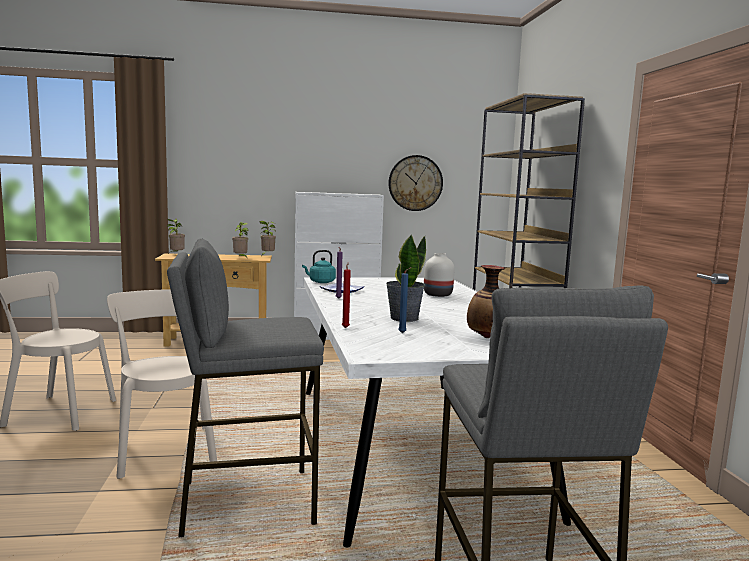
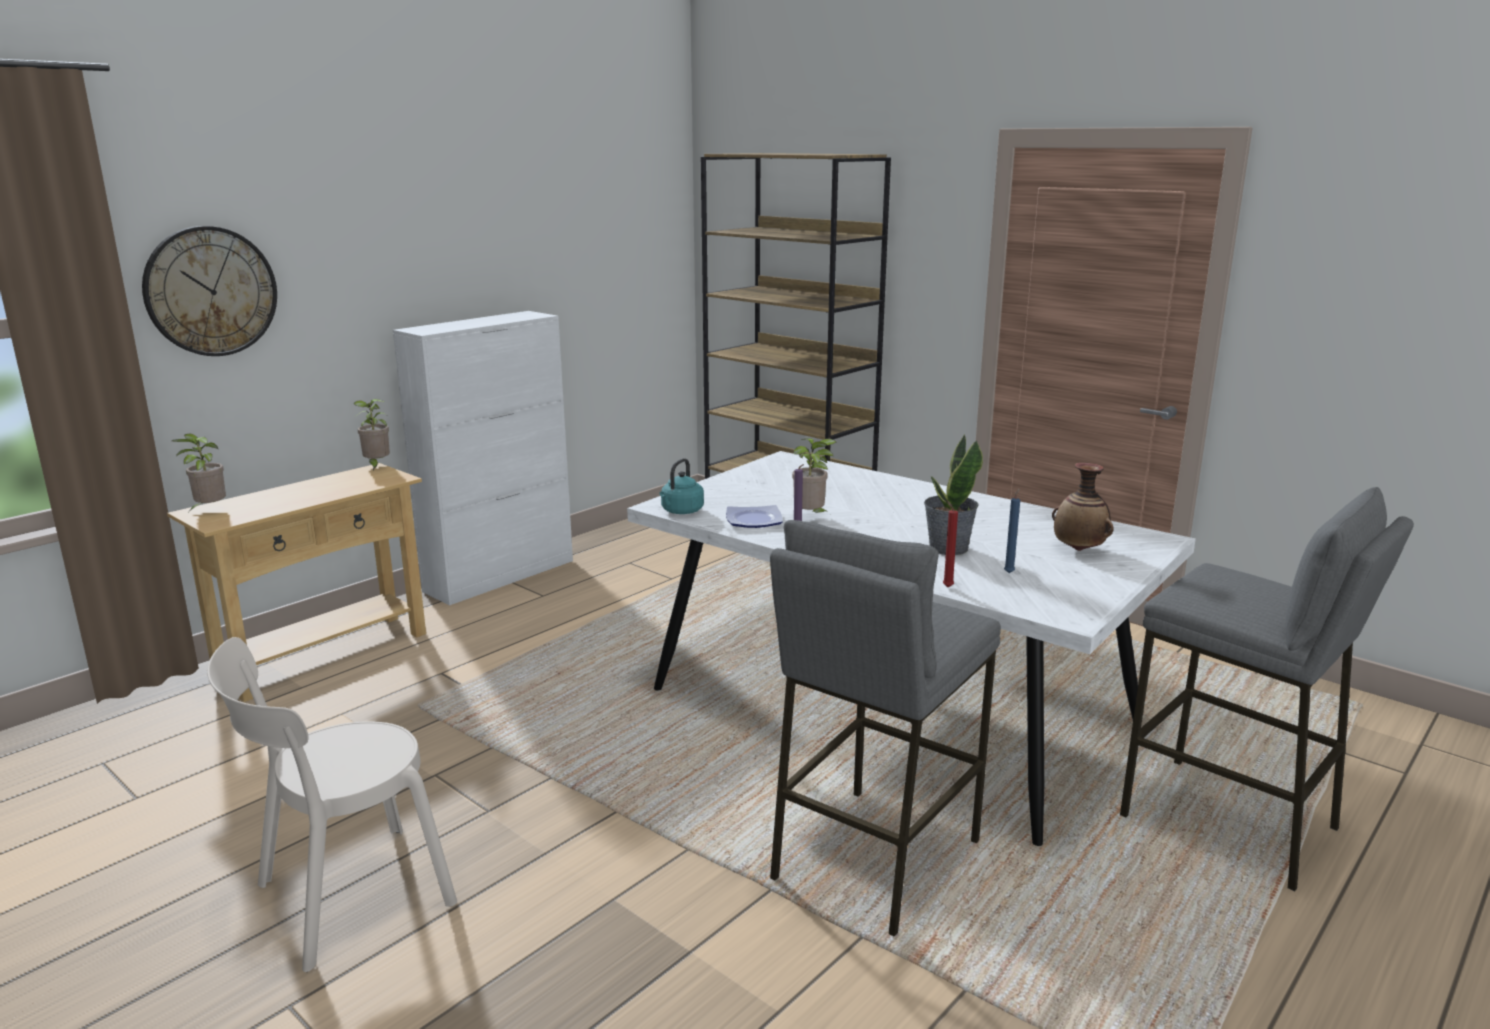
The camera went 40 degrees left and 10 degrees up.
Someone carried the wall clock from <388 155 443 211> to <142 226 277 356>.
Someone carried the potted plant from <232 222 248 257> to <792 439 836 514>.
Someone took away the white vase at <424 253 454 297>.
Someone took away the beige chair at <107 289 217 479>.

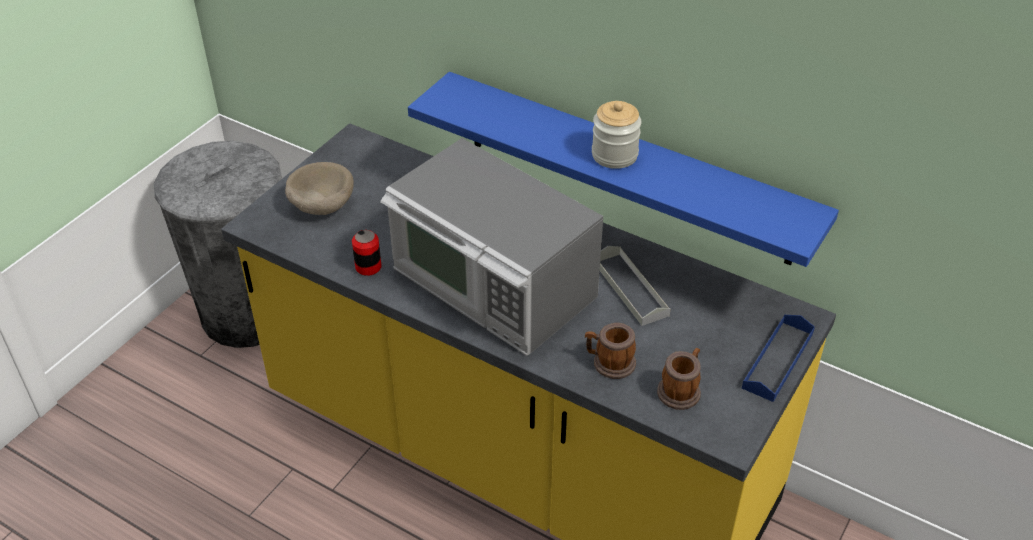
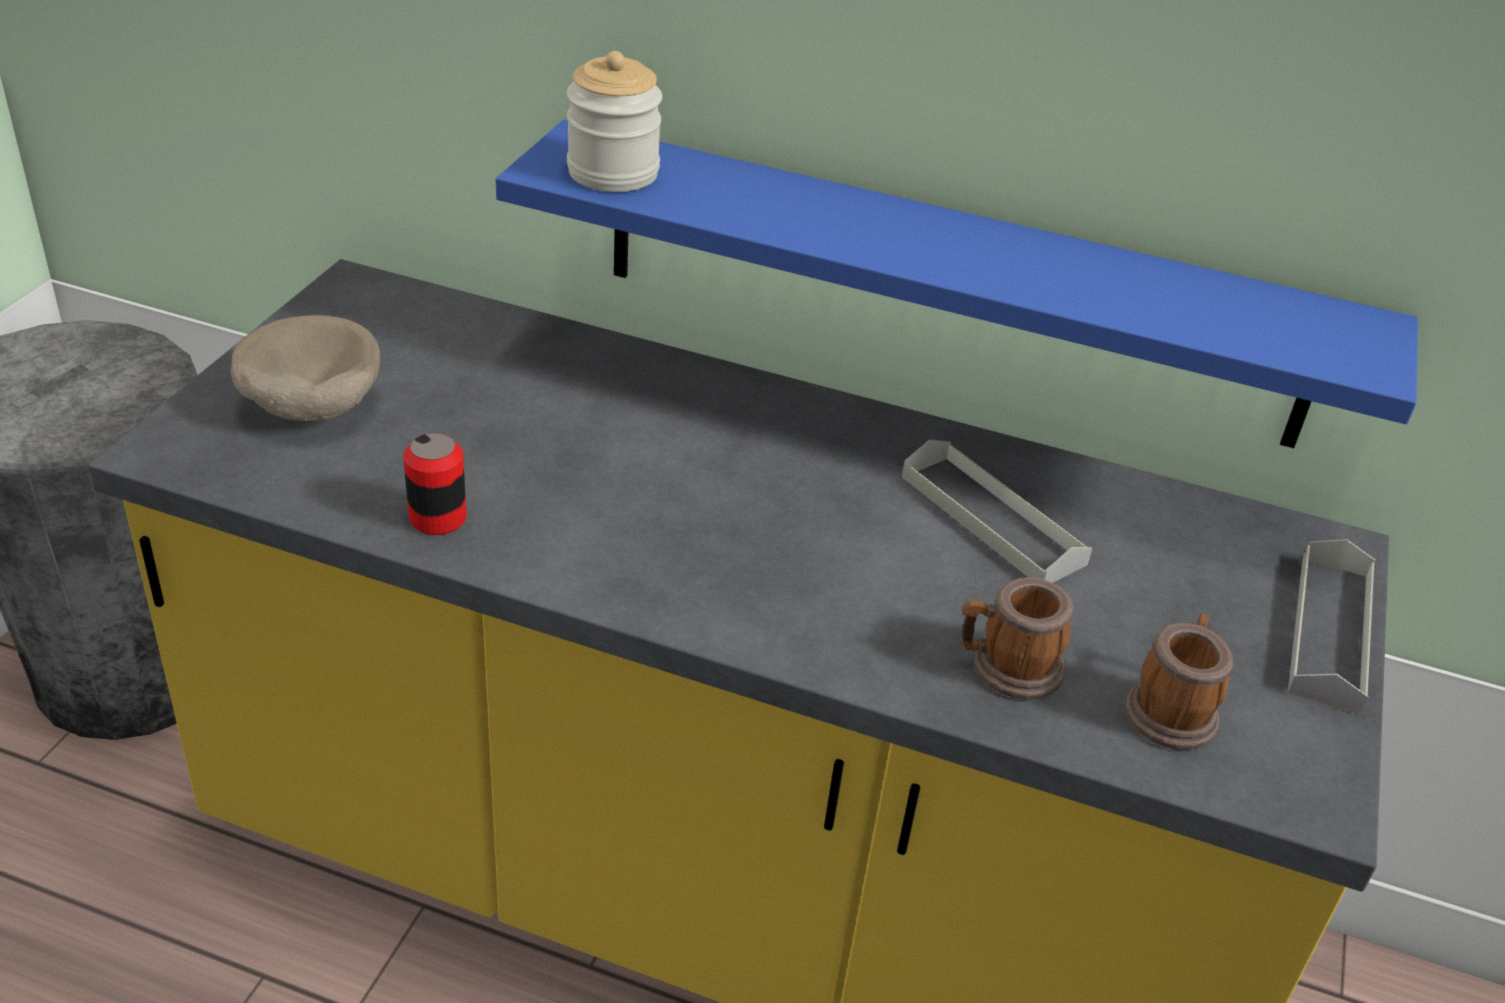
The camera went 15 degrees left and 5 degrees down.
Someone carried the jar from <592 101 641 169> to <567 51 662 192>.
Someone took away the microwave at <381 138 603 355>.
Someone repainted the blue tray at <742 315 815 402>, which became the grey tray at <1288 539 1375 714>.

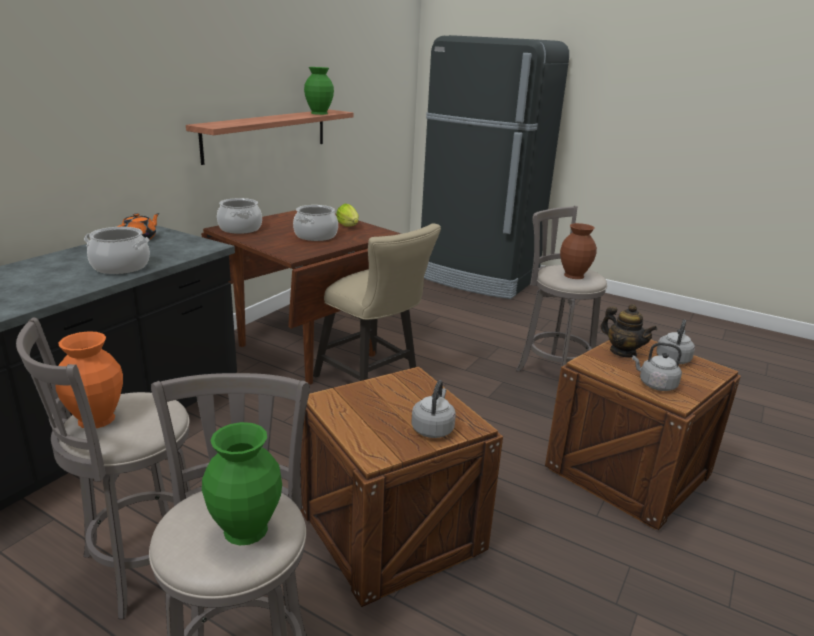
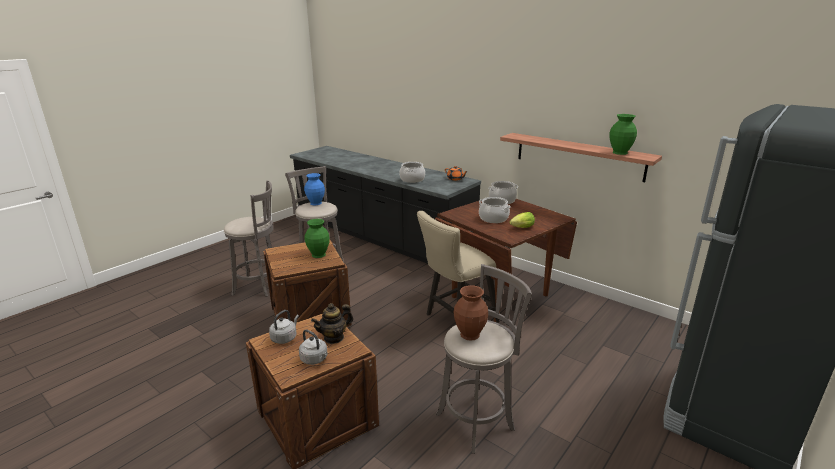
The camera went 100 degrees right and 0 degrees up.
Someone repainted the orange vase at <56 331 123 428>, which became the blue vase at <304 173 325 205>.
Someone took away the grey kettle at <411 380 456 438>.
Someone carried the green vase from <202 422 282 545> to <304 219 330 258>.

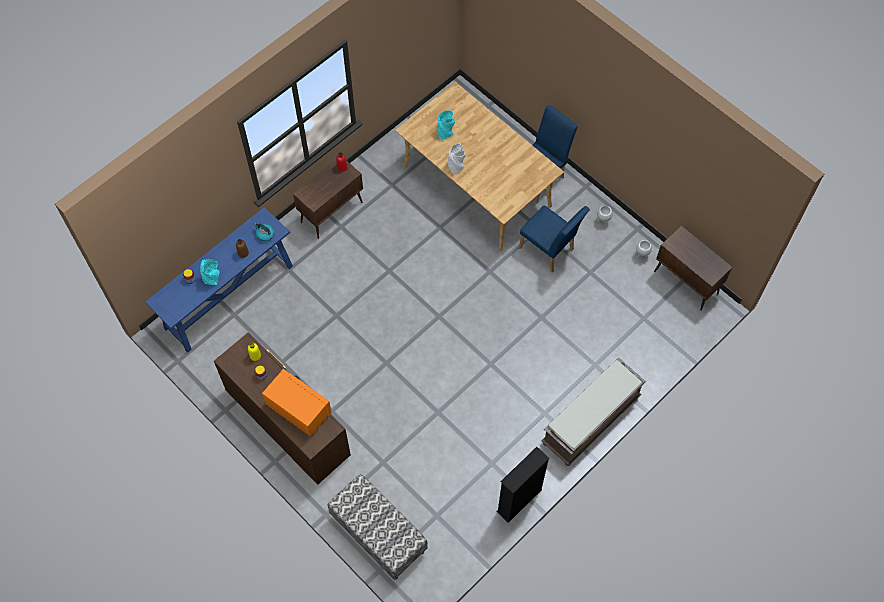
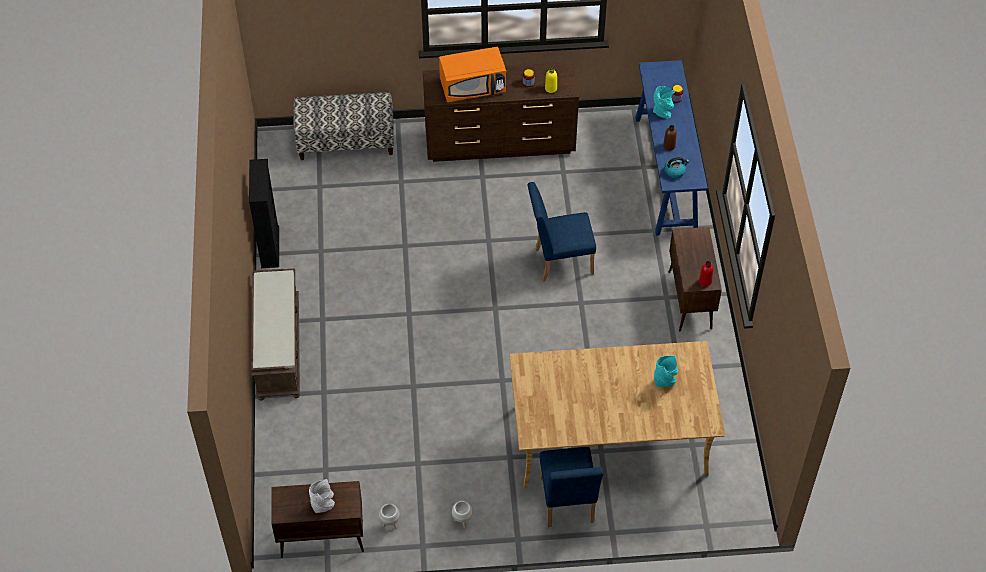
The camera went 130 degrees right and 10 degrees down.
Someone carried the grey vase from <448 144 466 173> to <309 479 335 513>.
Someone carried the blue chair from <519 205 590 272> to <527 182 596 281>.

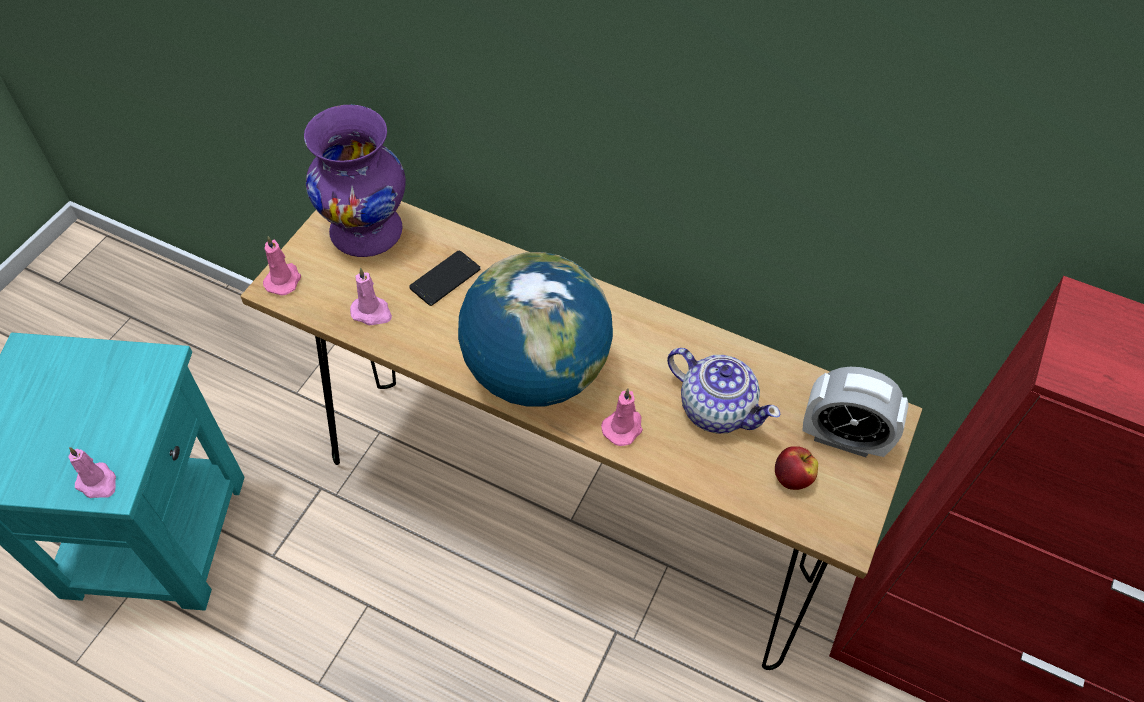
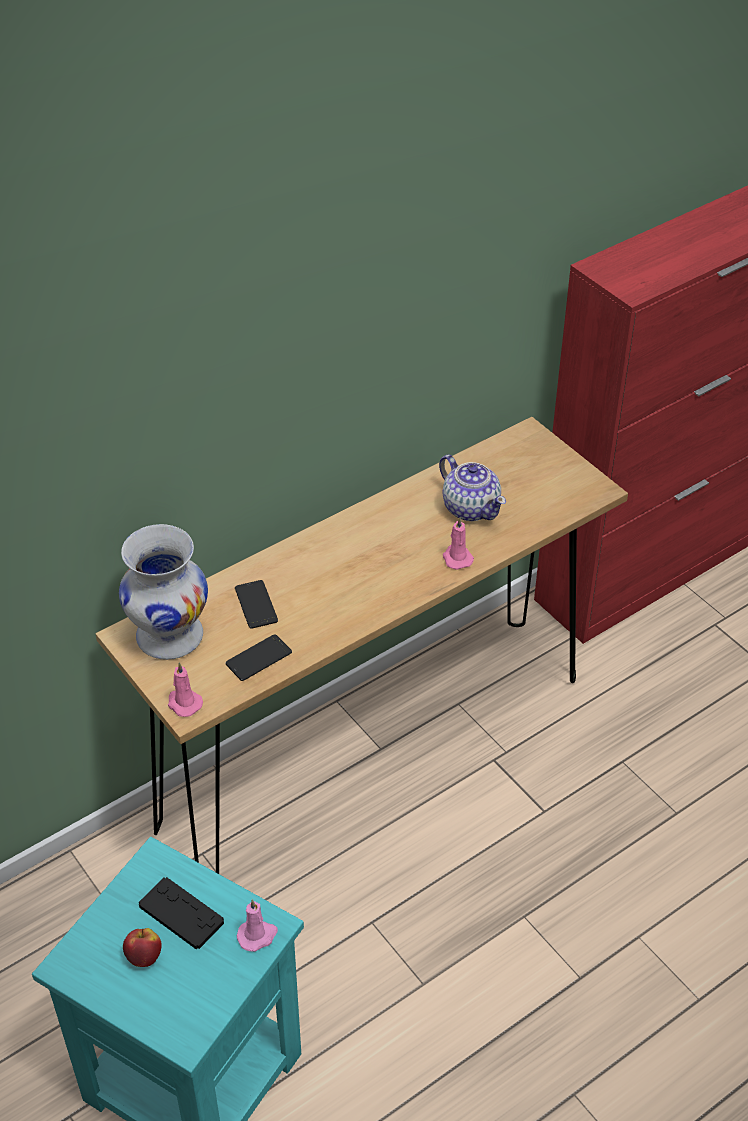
The camera went 60 degrees left and 10 degrees down.
Someone repainted the purple vase at <304 105 406 257>, which became the white vase at <119 524 208 660>.
Someone took away the globe at <458 252 613 407>.
Someone swapped the pink candle at <350 267 392 325> for the phone at <226 634 292 681>.
Someone rotated the teapot at <667 348 780 434> by 75 degrees clockwise.
Someone took away the alarm clock at <802 367 909 457>.
Someone carried the apple from <775 446 818 490> to <123 928 161 967>.
Someone put down the black game controller at <139 877 224 949>.

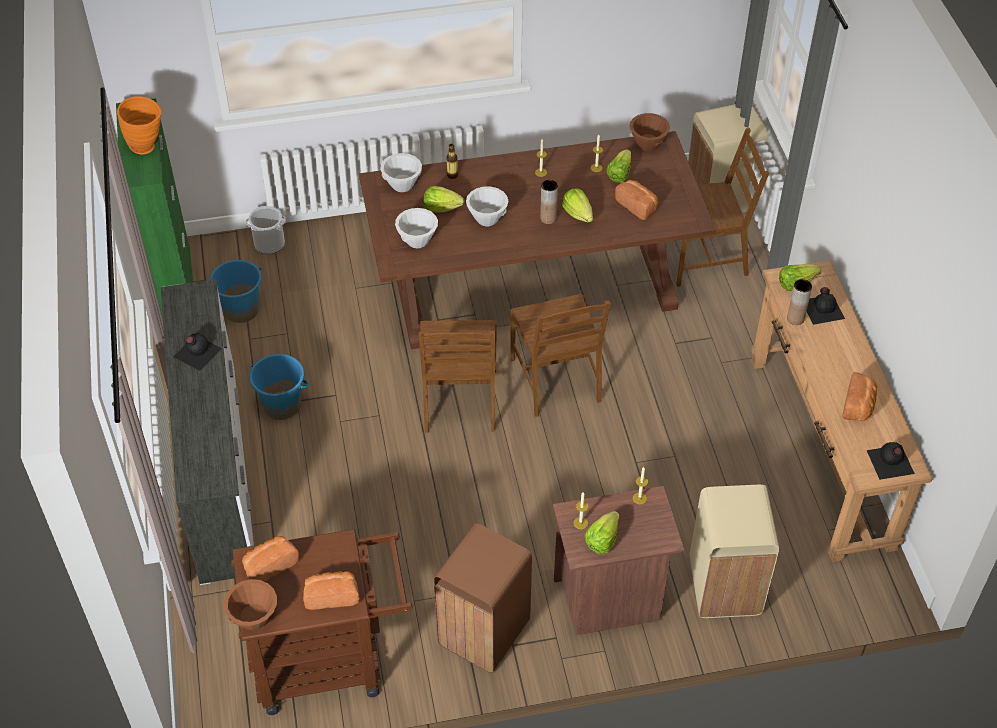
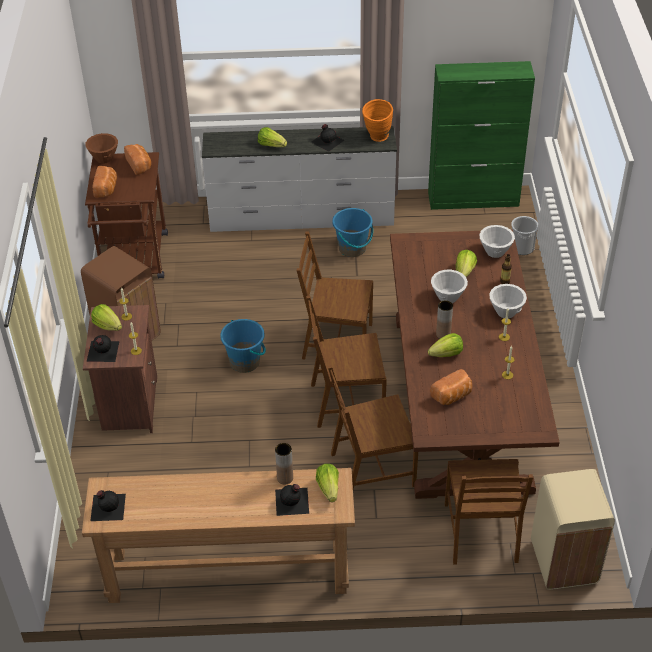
The camera went 100 degrees right and 5 degrees down.
Someone carried the orange vase from <117 96 162 155> to <362 99 393 142>.
Someone took away the brown bowl at <629 113 670 151>.
Someone carried the lettuce from <607 149 631 183> to <258 127 287 147>.
Someone carried the white bowl from <395 208 438 248> to <489 284 527 318>.
Someone carried the blue bucket from <209 260 262 323> to <220 319 266 373>.
Someone took away the bread at <842 372 877 421>.
Someone took away the beige trash can at <689 485 779 618>.
Someone put down the black bottle at <87 335 120 362>.
Someone put down the brown chair at <328 365 418 489>.

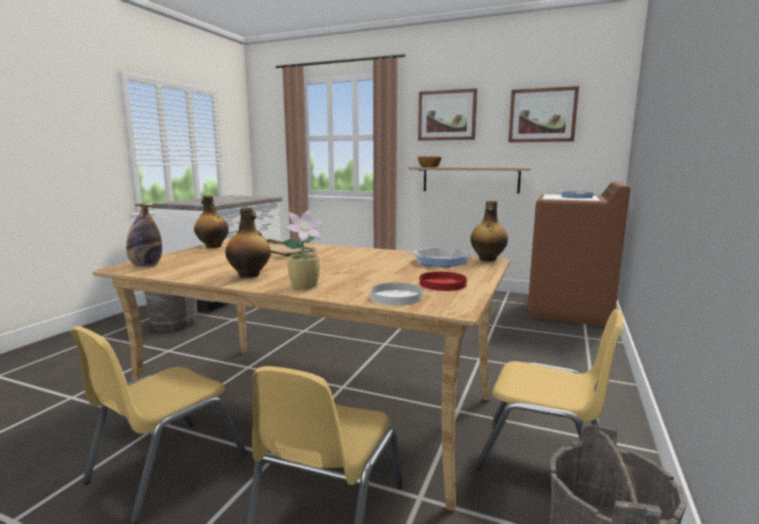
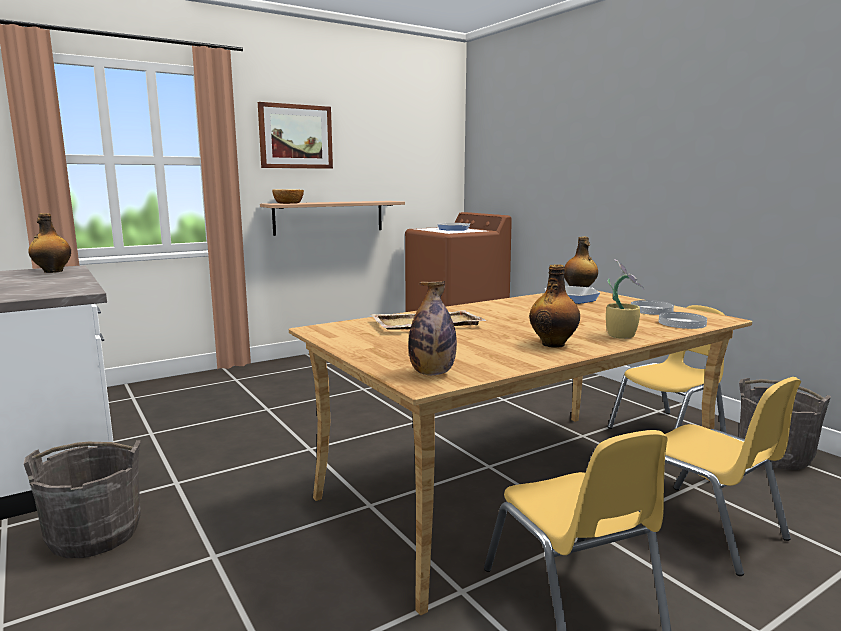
The camera went 55 degrees left and 0 degrees up.
Someone took away the picture at <508 86 579 142>.
Someone carried the bottle from <194 195 229 248> to <28 213 71 273>.
Someone repainted the red plate at <420 272 467 291>, which became the white plate at <631 300 674 315>.

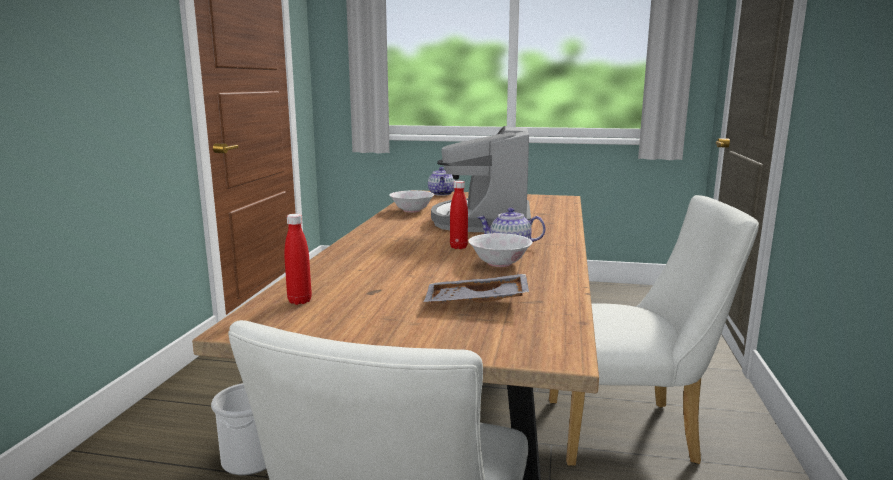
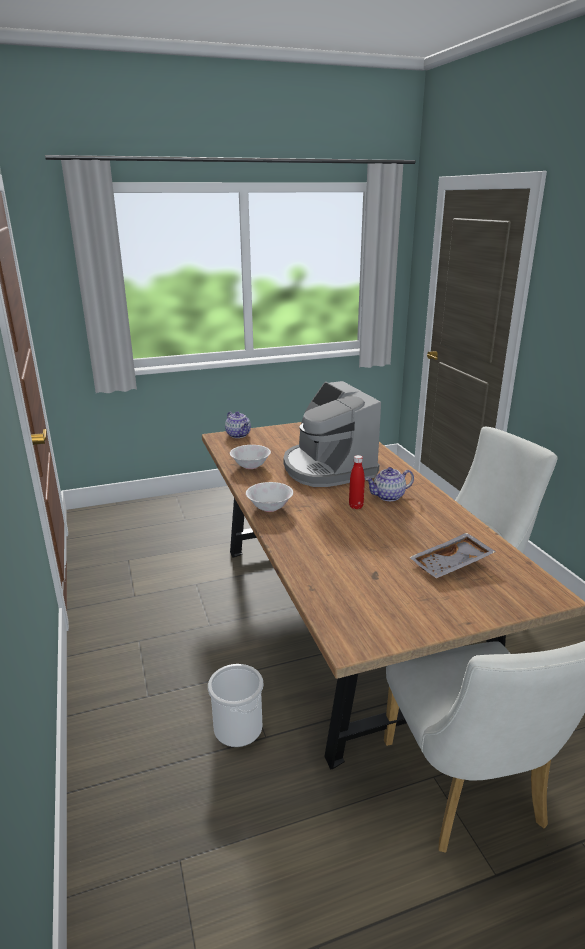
The camera went 30 degrees left and 10 degrees up.
Someone took away the red bottle at <284 214 312 305>.
Someone carried the white bowl from <468 233 532 267> to <246 482 293 512>.

